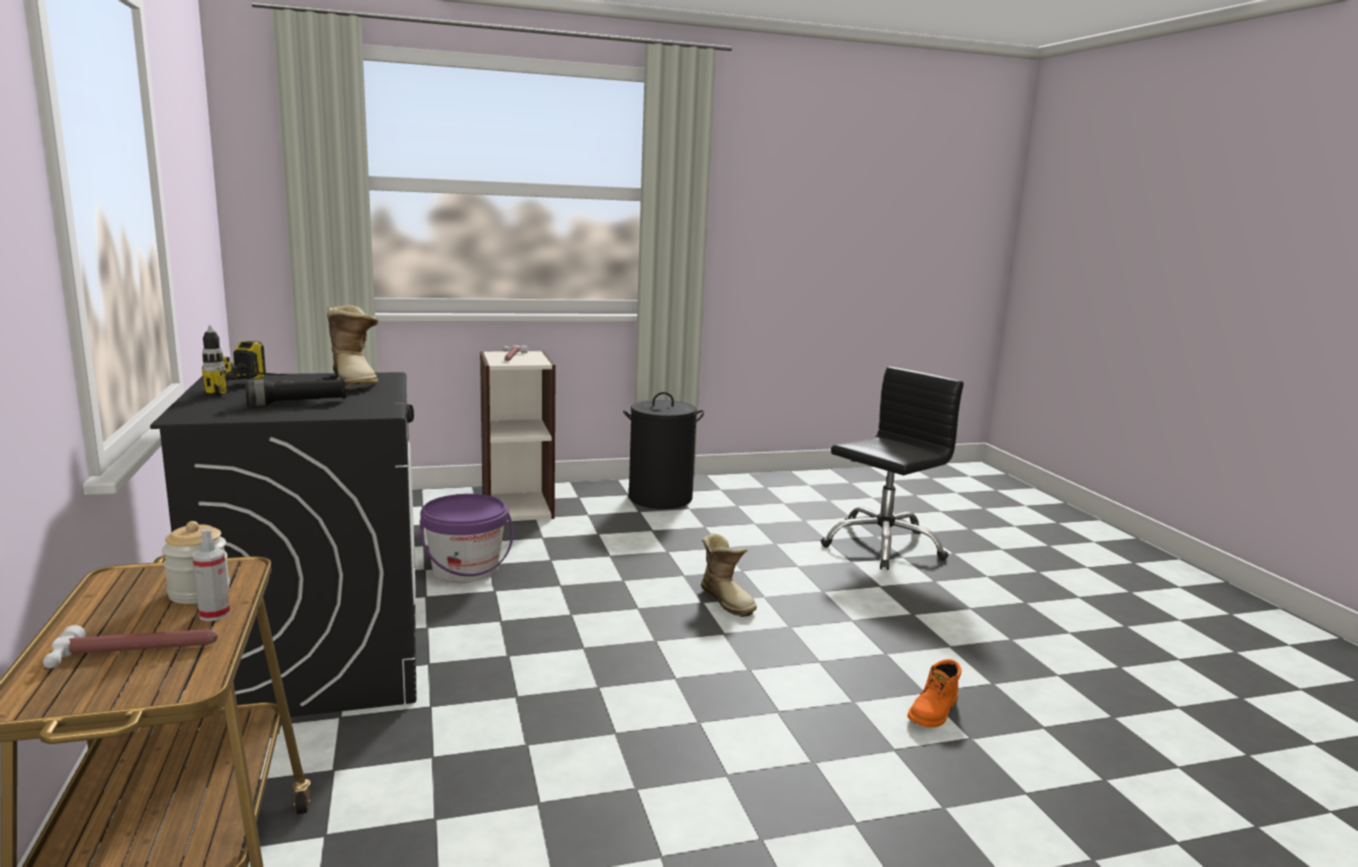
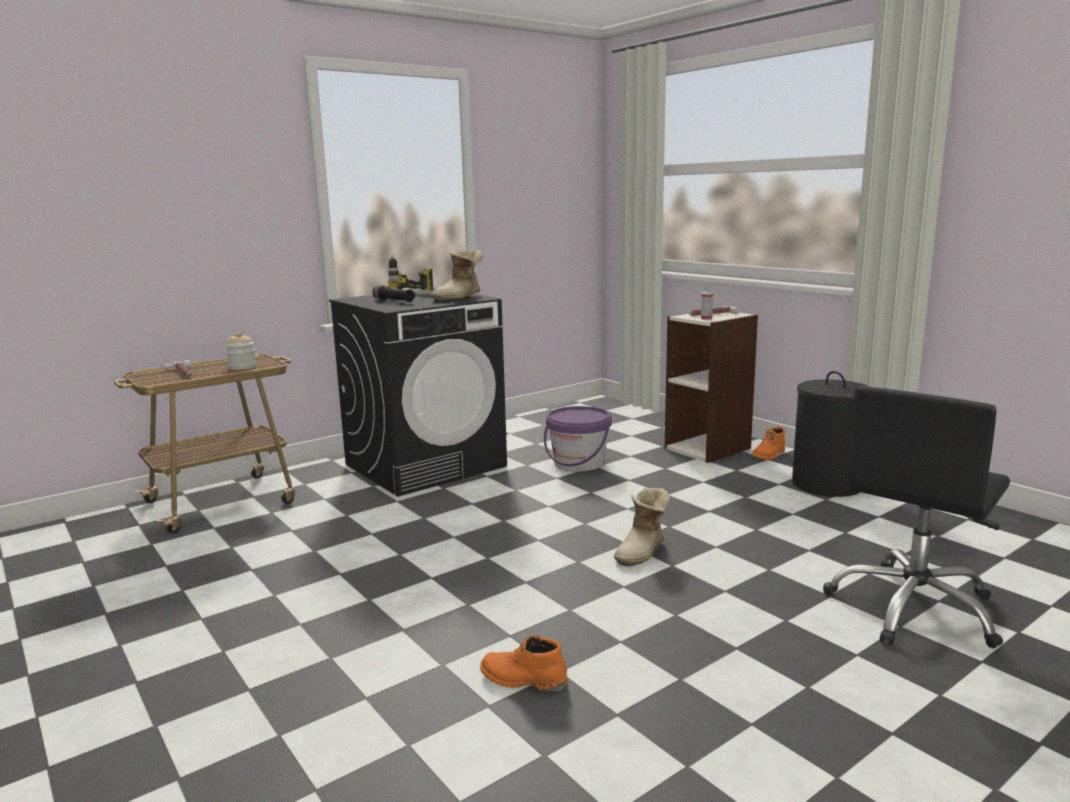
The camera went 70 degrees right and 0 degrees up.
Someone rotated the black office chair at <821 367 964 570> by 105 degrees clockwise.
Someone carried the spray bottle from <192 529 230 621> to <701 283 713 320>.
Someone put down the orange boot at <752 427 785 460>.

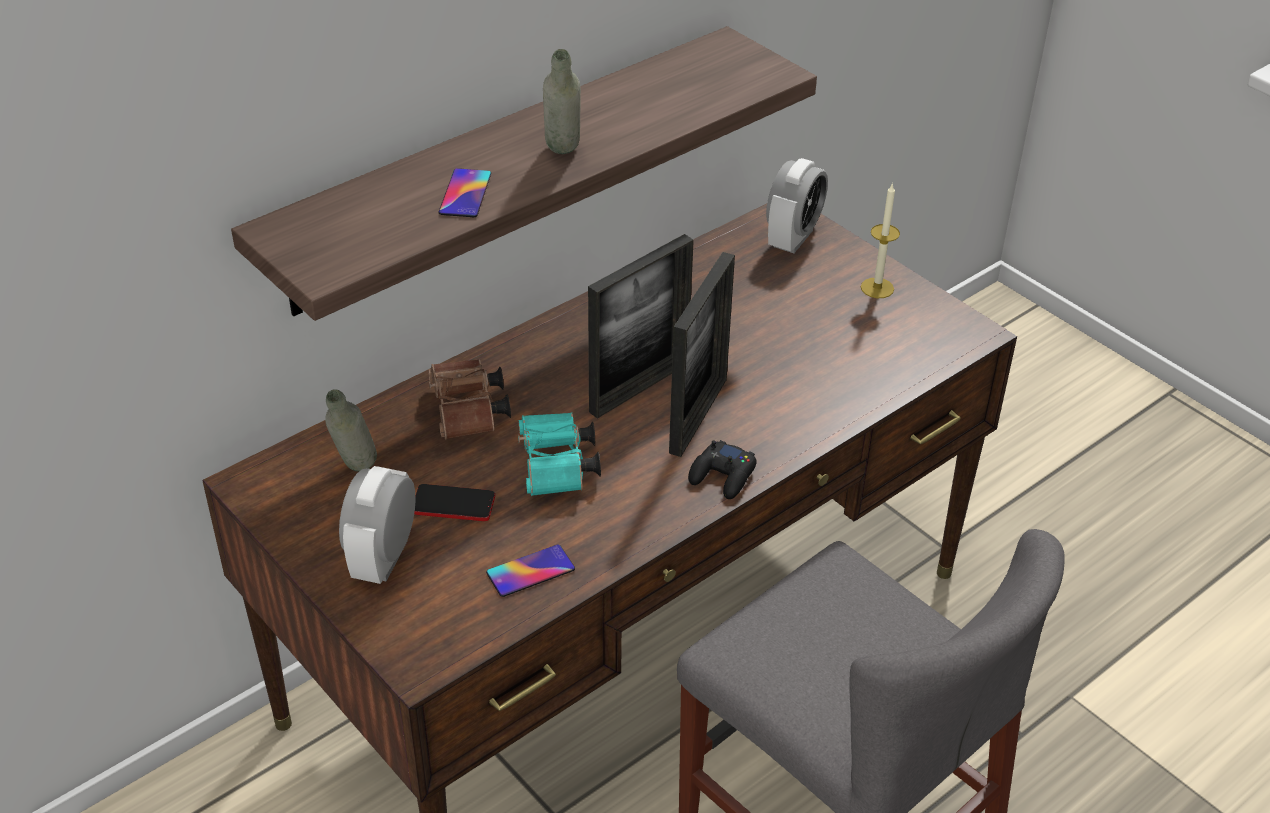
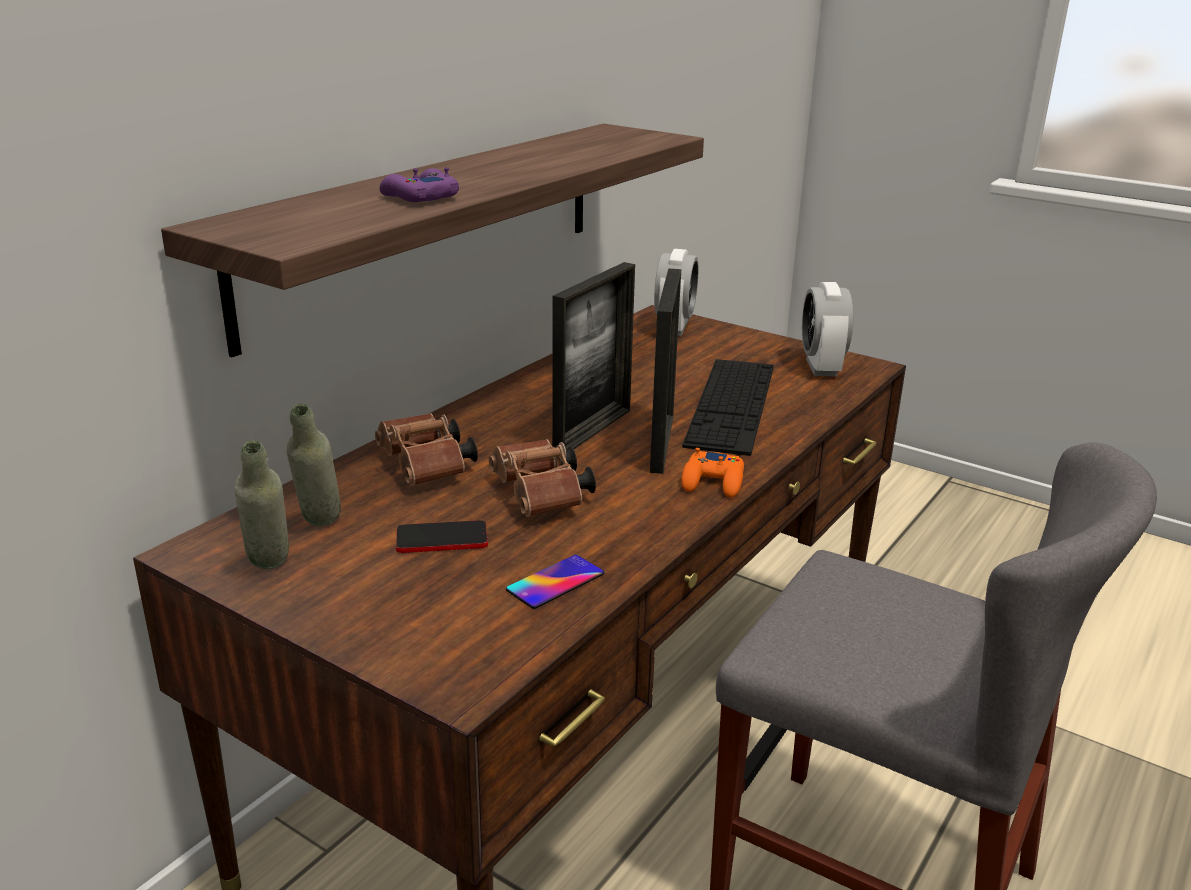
The camera went 15 degrees left and 15 degrees down.
Someone carried the grey bottle from <543 49 581 154> to <234 441 289 569>.
Someone swapped the phone at <439 168 491 217> for the purple game controller at <380 167 459 202>.
Someone took away the candle at <861 183 900 298>.
Someone repainted the turquoise binoculars at <518 413 601 496>, which became the brown binoculars at <489 439 596 517>.
Someone repainted the black game controller at <688 440 756 499>, which became the orange game controller at <681 448 744 498>.
Someone carried the alarm clock from <339 466 416 584> to <802 282 853 376>.
Someone put down the keyboard at <682 359 774 456>.

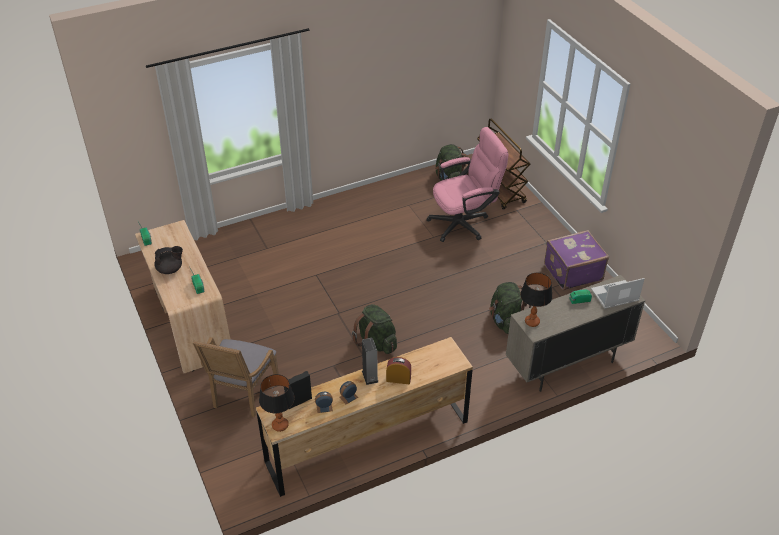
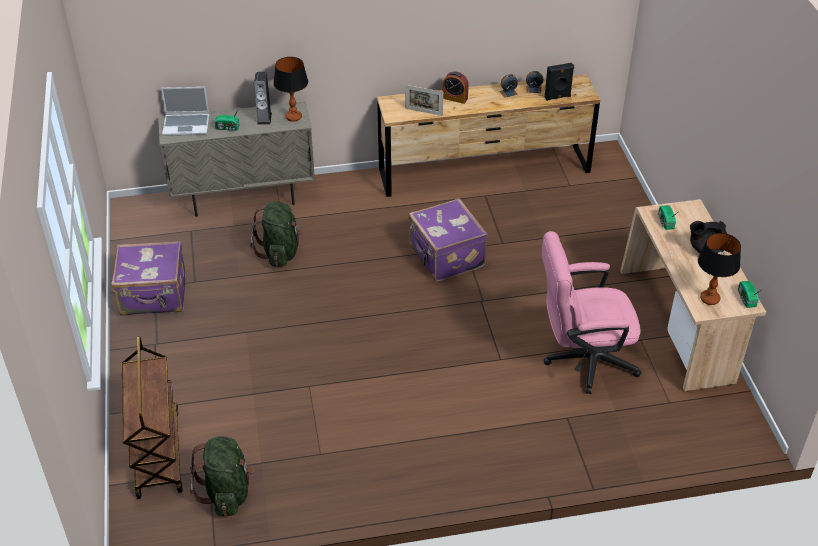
The camera went 165 degrees left and 0 degrees up.
Someone carried the pink office chair from <426 127 508 242> to <542 231 642 394>.
Someone swapped the green backpack at <352 304 397 354> for the purple suitcase at <408 198 487 281>.
Someone took away the grey armchair at <193 337 279 417>.
Someone carried the speaker from <362 338 378 385> to <254 72 272 124>.
Someone carried the table lamp from <259 374 295 432> to <698 233 741 305>.
Someone put down the picture frame at <405 85 443 116>.

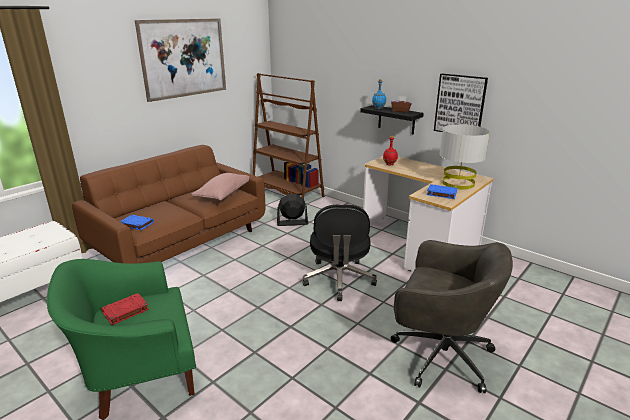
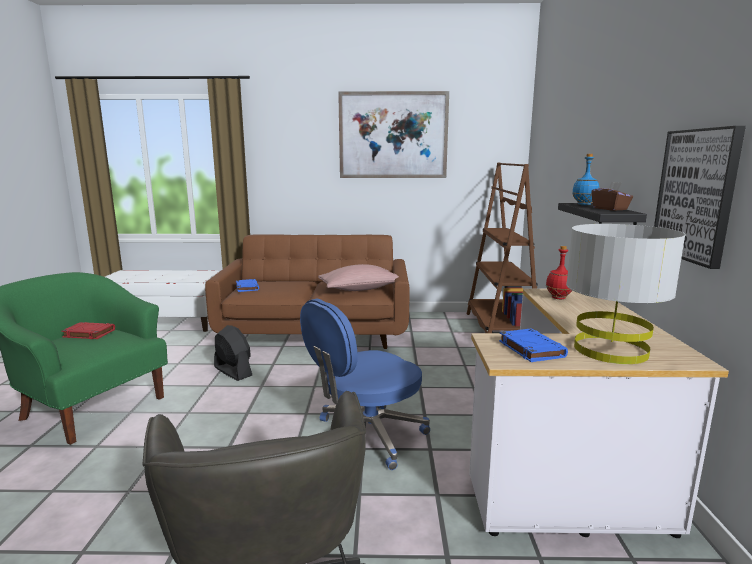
The camera went 50 degrees right and 10 degrees down.
Someone carried the black fan from <277 194 308 226> to <214 325 252 381>.
Someone repainted the black office chair at <302 205 377 301>, which became the blue office chair at <300 298 430 470>.

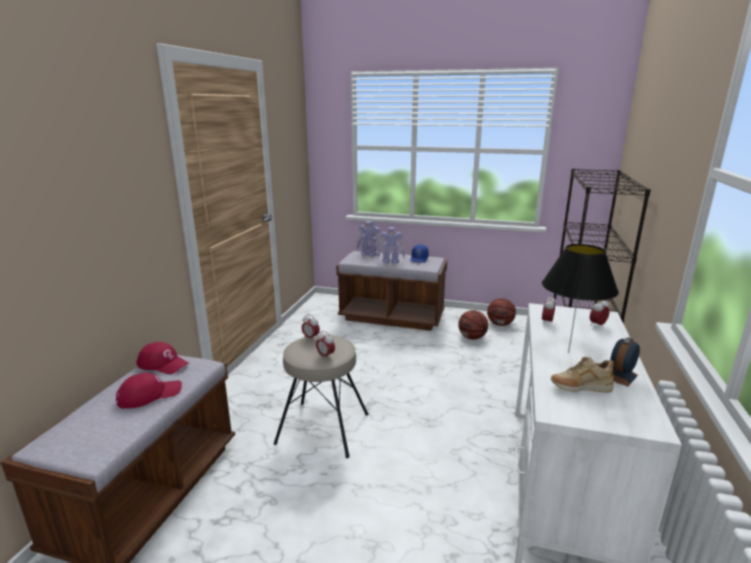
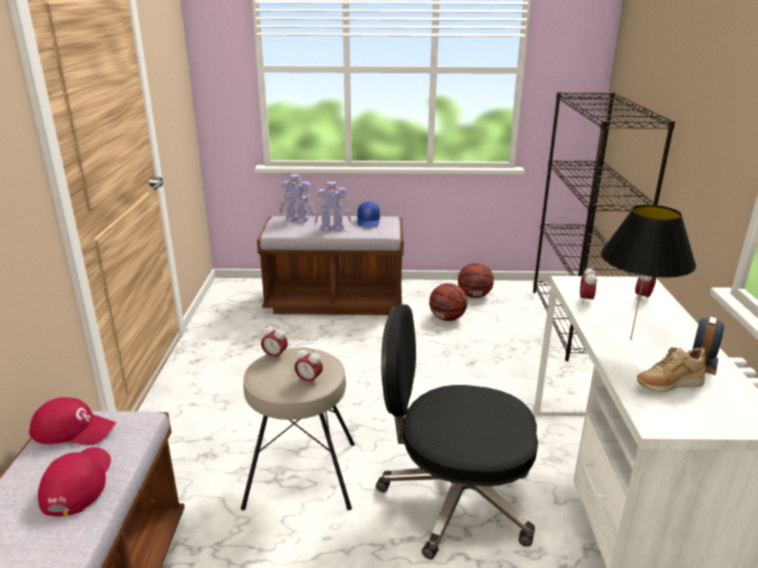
The camera went 15 degrees left and 5 degrees up.
Someone rotated the red cap at <116 373 182 409> by 45 degrees counterclockwise.
Someone put down the black office chair at <376 305 538 560>.

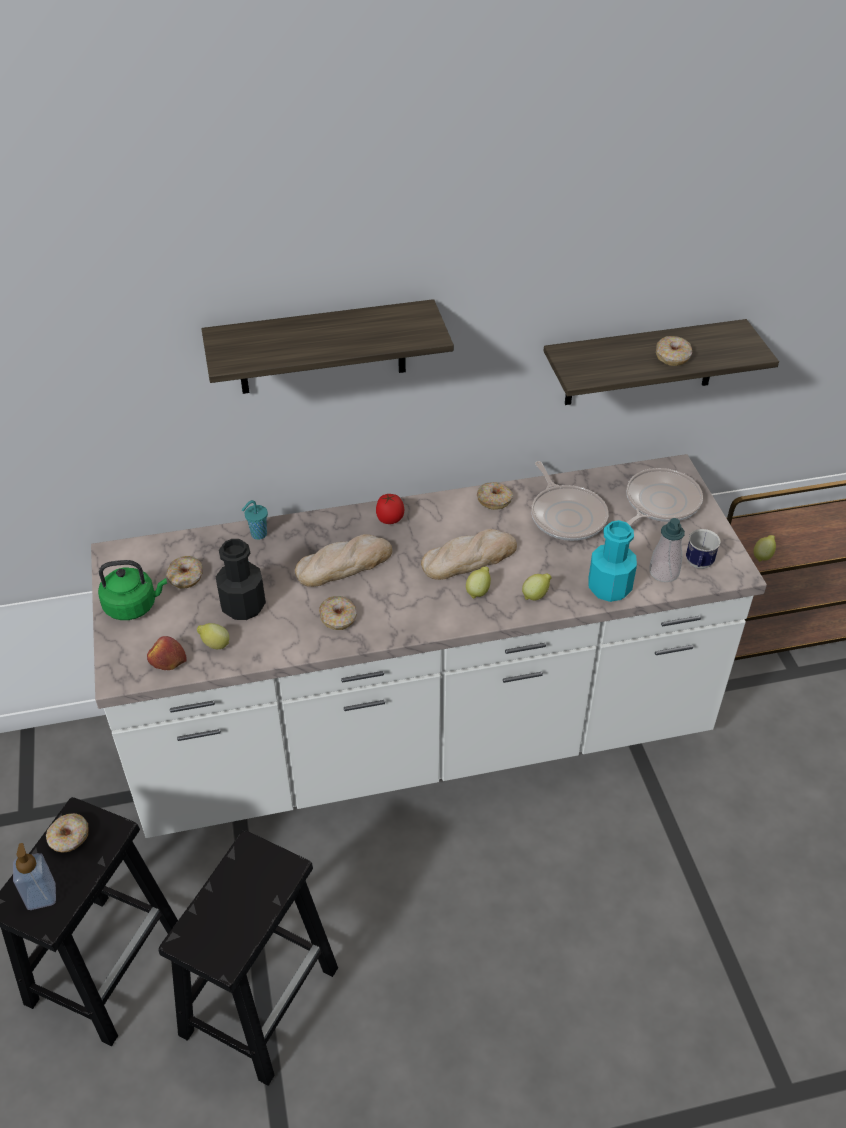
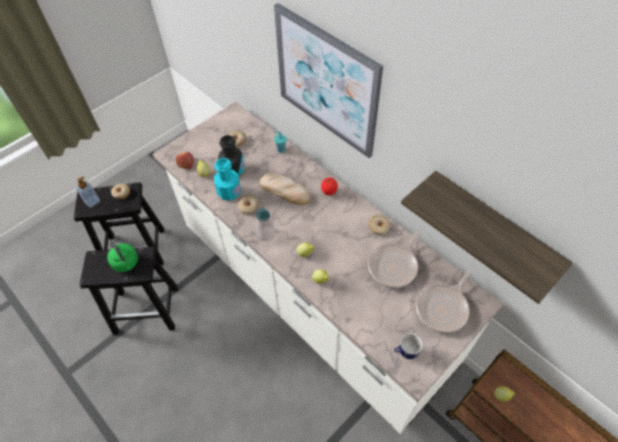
The camera went 60 degrees right and 10 degrees up.
Someone swapped the shelf at <201 299 454 394> for the picture at <274 3 383 158>.
Someone took away the donut at <656 336 692 366>.
Someone rotated the frying pan at <626 468 703 526> by 120 degrees clockwise.
Someone carried the soap dispenser from <649 518 685 582> to <256 208 275 241>.
Someone carried the turquoise bottle from <588 520 637 602> to <214 158 241 201>.
Someone took away the bread at <421 529 517 580>.
Someone carried the green kettle from <98 560 167 620> to <107 240 138 272>.

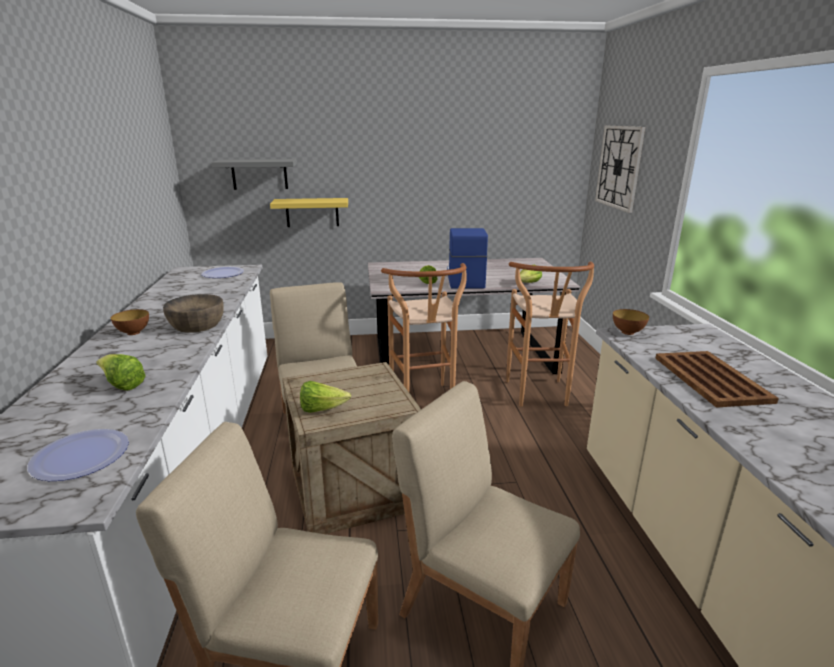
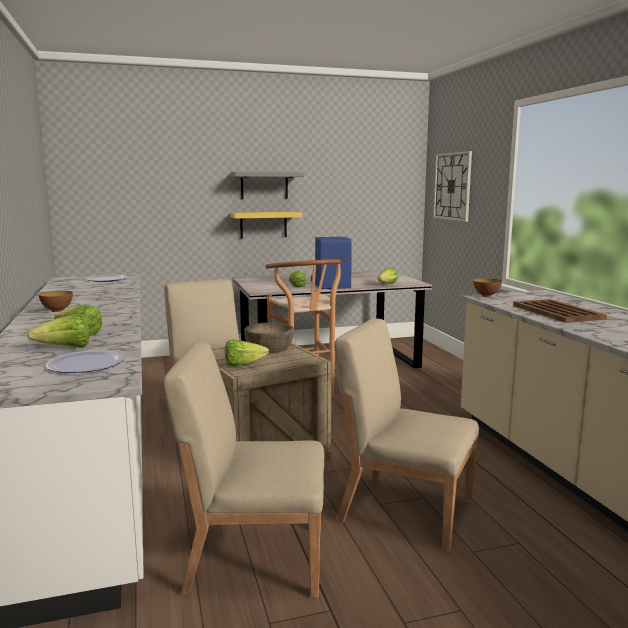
The camera went 10 degrees left and 10 degrees down.
Someone carried the grey shelf from <211 159 297 190> to <231 172 304 199>.
Someone carried the yellow shelf from <270 198 348 227> to <230 212 302 238>.
Someone took away the brown stool at <506 262 594 407>.
Someone carried the brown bowl from <163 294 224 333> to <244 322 294 353>.
Someone put down the lettuce at <27 314 89 347>.

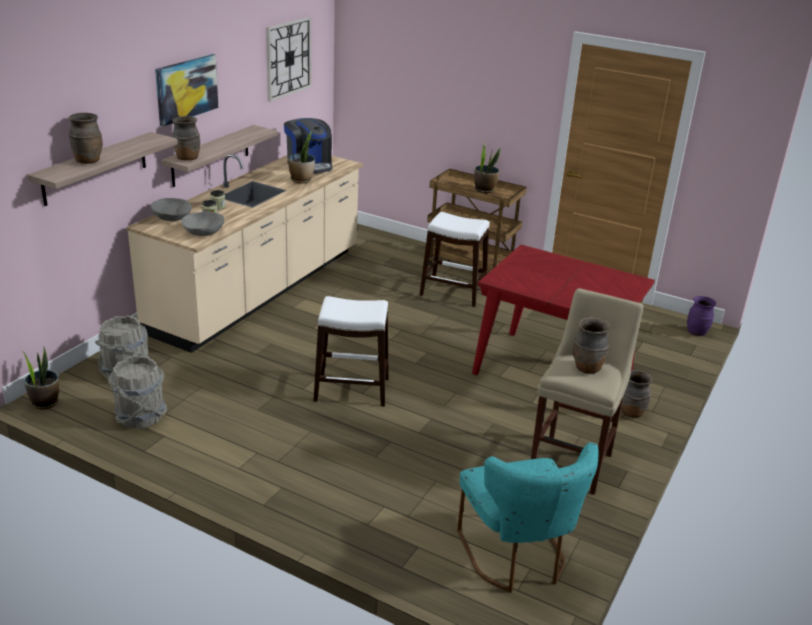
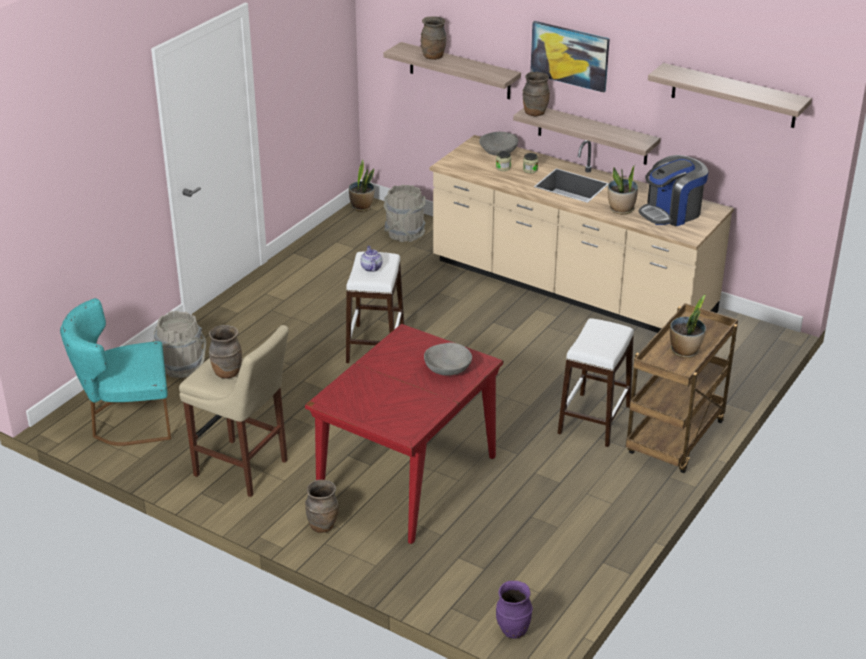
The camera went 95 degrees right and 5 degrees up.
Someone swapped the wall clock at <266 17 311 102> for the shelf at <648 63 812 128>.
Someone carried the grey bowl from <181 212 224 236> to <424 343 472 376>.
Someone carried the grey bucket from <108 355 167 429> to <154 311 206 378>.
Someone put down the teapot at <360 246 383 272>.

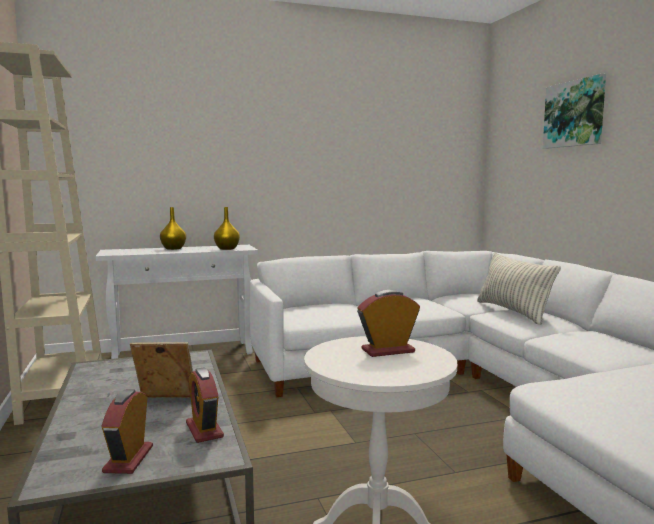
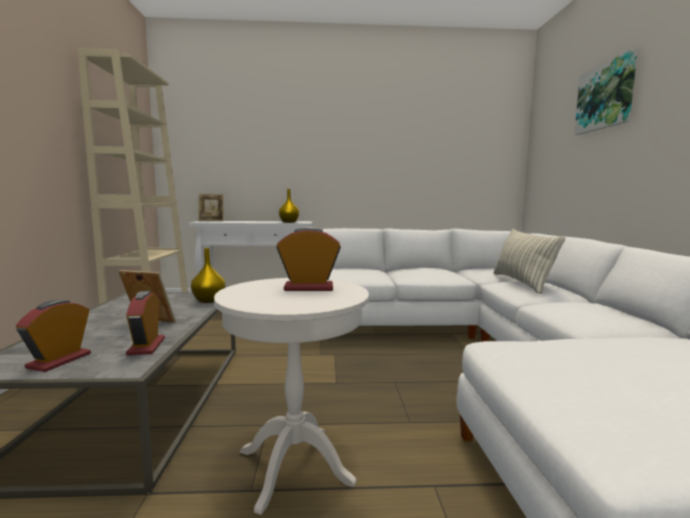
The camera went 15 degrees right and 0 degrees up.
Someone carried the yellow vase from <160 207 186 250> to <191 248 225 303>.
Someone put down the picture frame at <198 194 224 221>.

